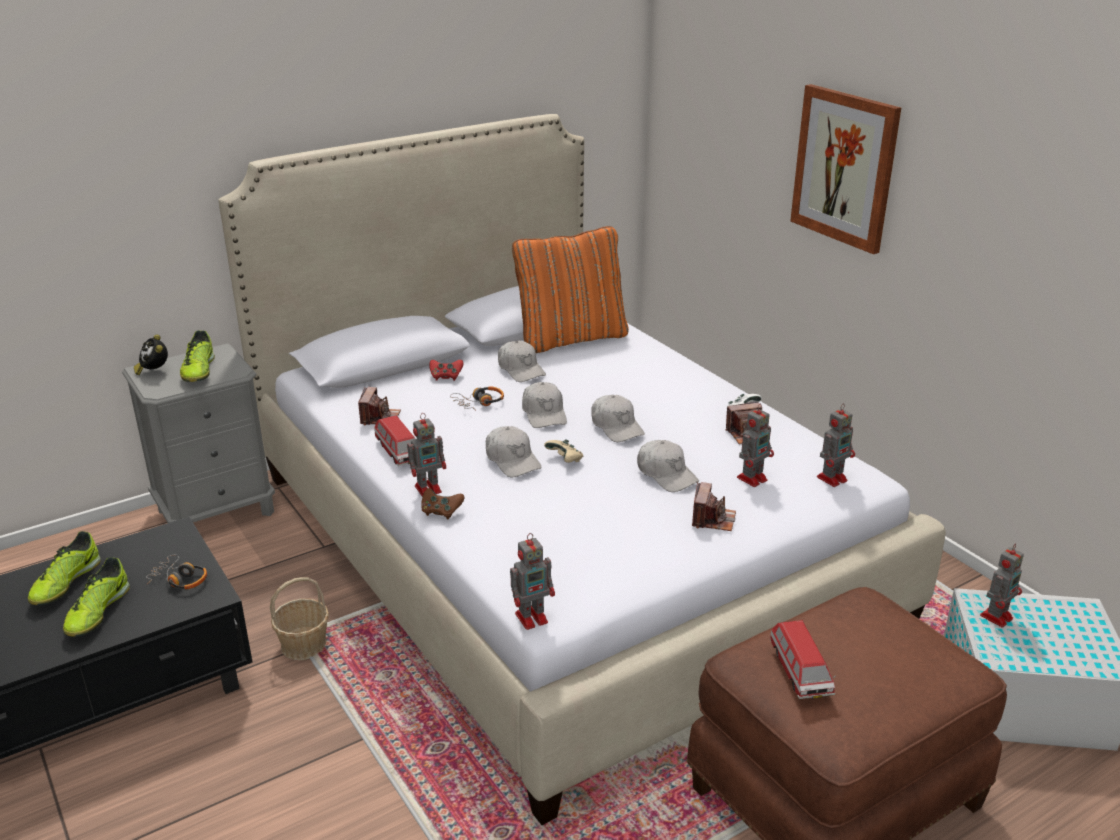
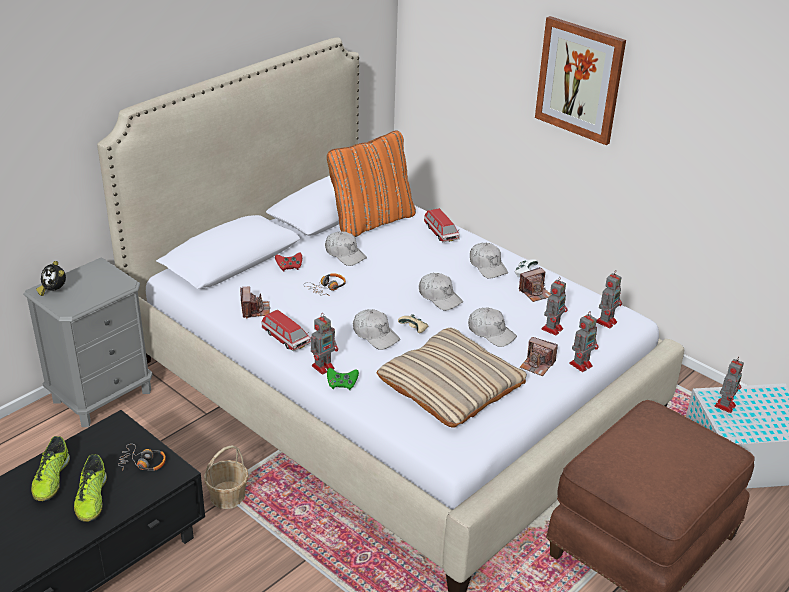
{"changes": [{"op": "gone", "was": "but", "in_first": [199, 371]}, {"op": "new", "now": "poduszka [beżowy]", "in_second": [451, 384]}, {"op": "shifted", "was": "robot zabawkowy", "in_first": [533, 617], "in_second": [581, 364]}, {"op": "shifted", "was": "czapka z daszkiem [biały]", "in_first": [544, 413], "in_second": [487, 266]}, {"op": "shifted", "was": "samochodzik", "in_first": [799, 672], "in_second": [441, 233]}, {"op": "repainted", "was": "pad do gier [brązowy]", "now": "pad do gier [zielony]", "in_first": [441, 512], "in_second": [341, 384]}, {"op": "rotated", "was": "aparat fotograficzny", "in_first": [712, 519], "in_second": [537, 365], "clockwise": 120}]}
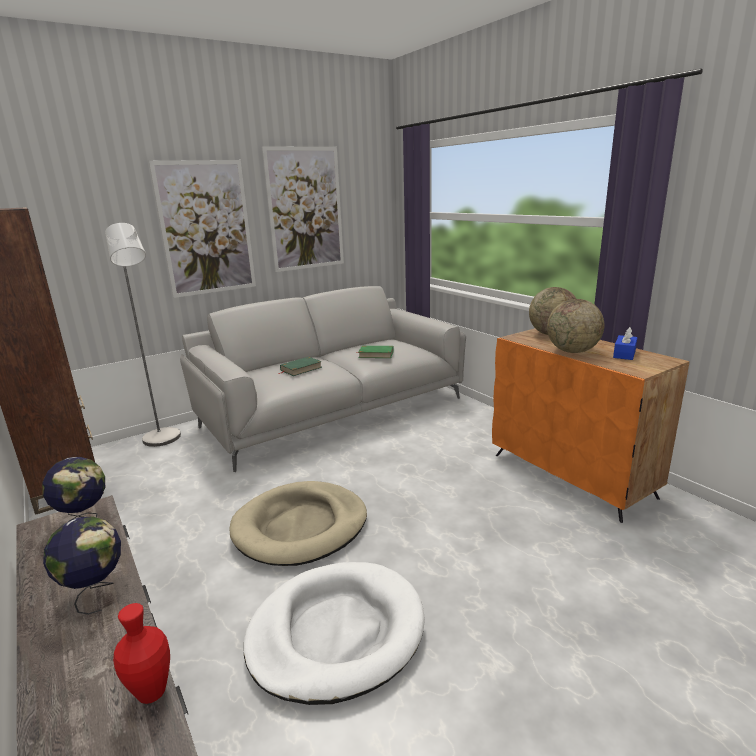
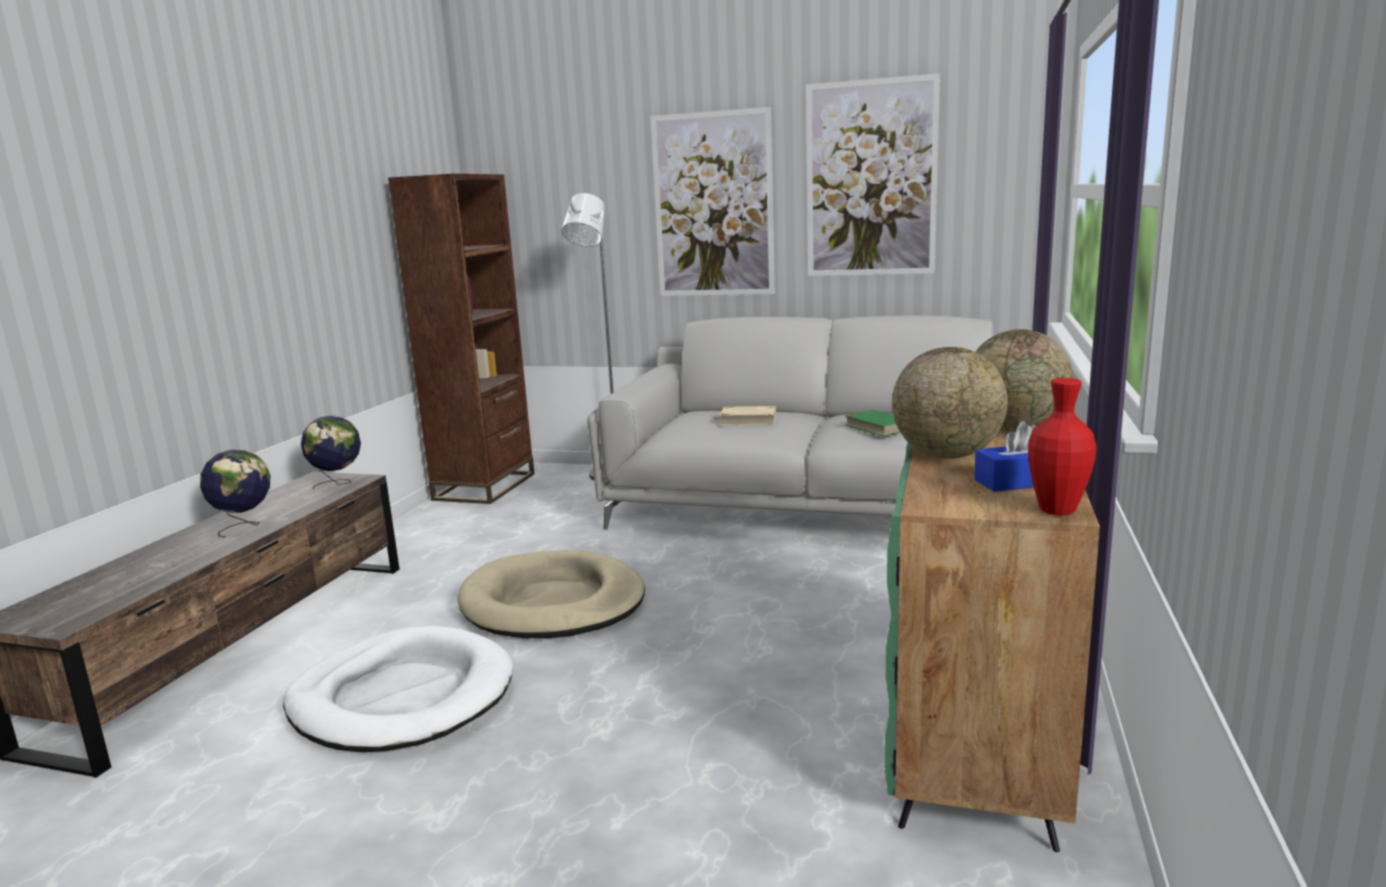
{"changes": [{"op": "shifted", "was": "wazon [czerwony]", "in_first": [152, 692], "in_second": [1057, 510]}, {"op": "repainted", "was": "książka [zielony]", "now": "książka [beżowy]", "in_first": [301, 369], "in_second": [748, 420]}, {"op": "repainted", "was": "szafka [pomarańczowy]", "now": "szafka [zielony]", "in_first": [572, 475], "in_second": [975, 732]}]}
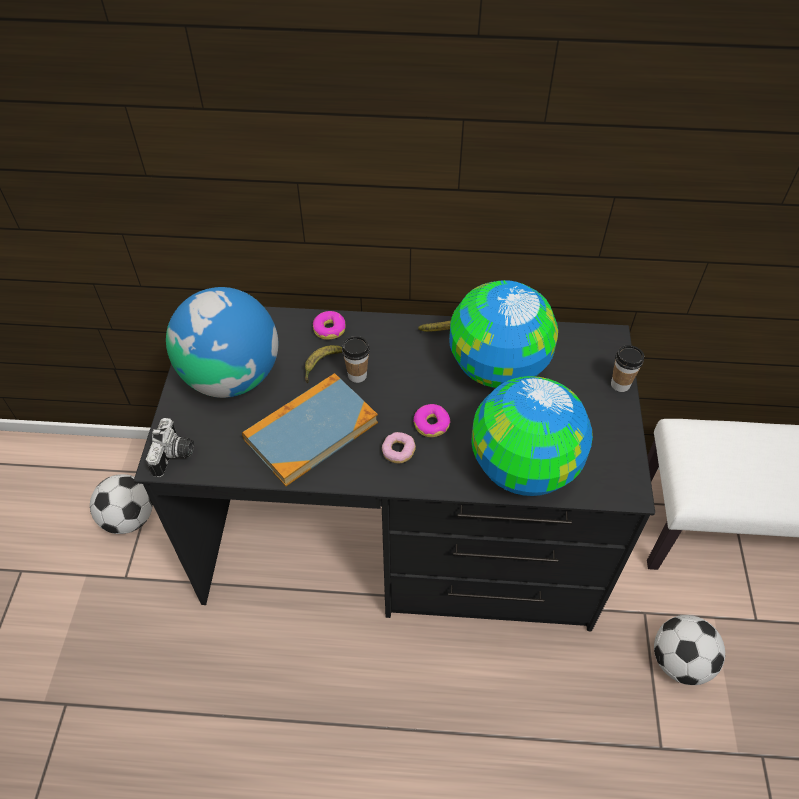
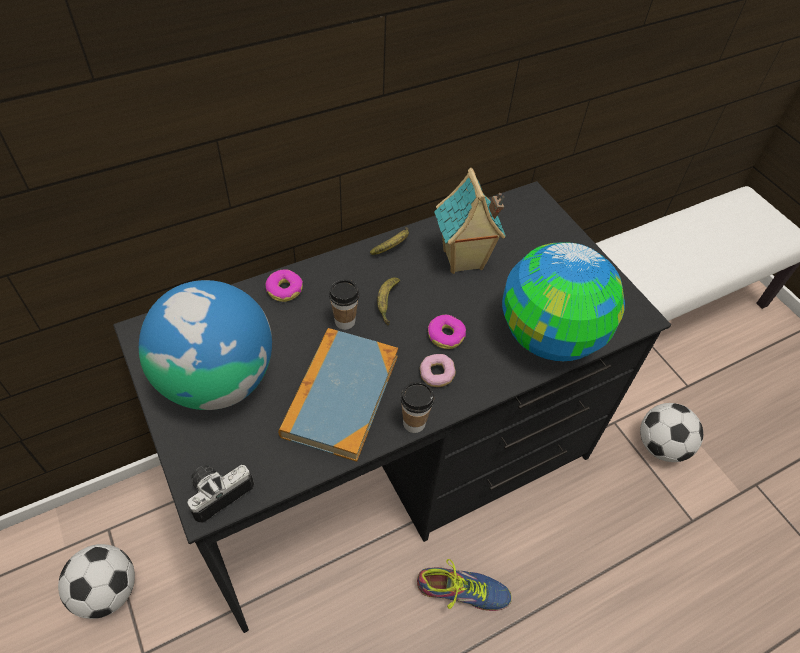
{"changes": [{"op": "new", "now": "but", "in_second": [462, 591]}, {"op": "shifted", "was": "banan", "in_first": [321, 365], "in_second": [387, 303]}, {"op": "shifted", "was": "filiżanka", "in_first": [620, 384], "in_second": [414, 423]}, {"op": "swapped", "was": "globus", "now": "domek", "in_first": [496, 368], "in_second": [463, 261]}, {"op": "rotated", "was": "aparat fotograficzny", "in_first": [175, 456], "in_second": [217, 491], "clockwise": -105}]}
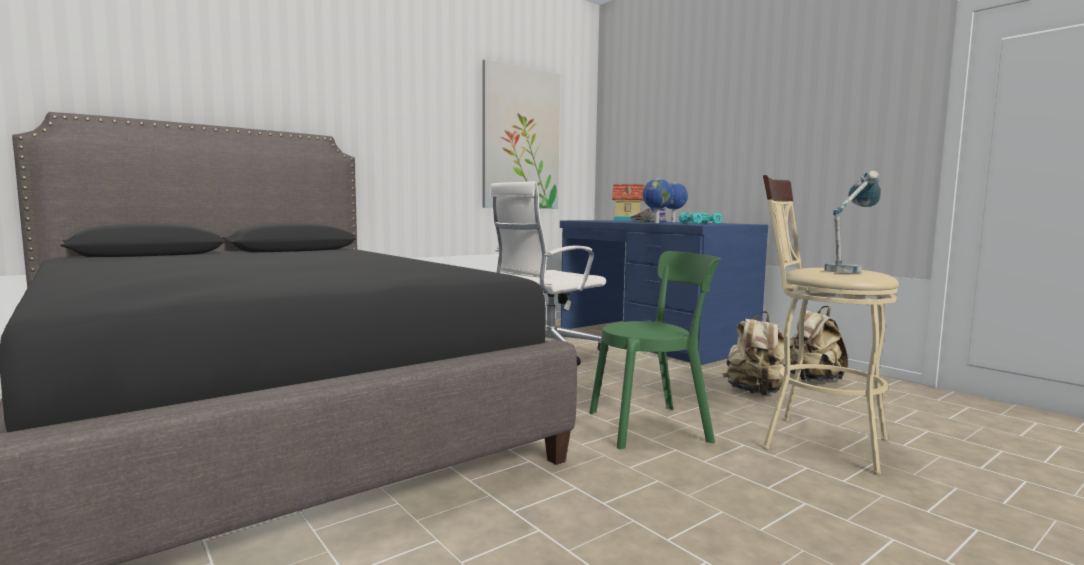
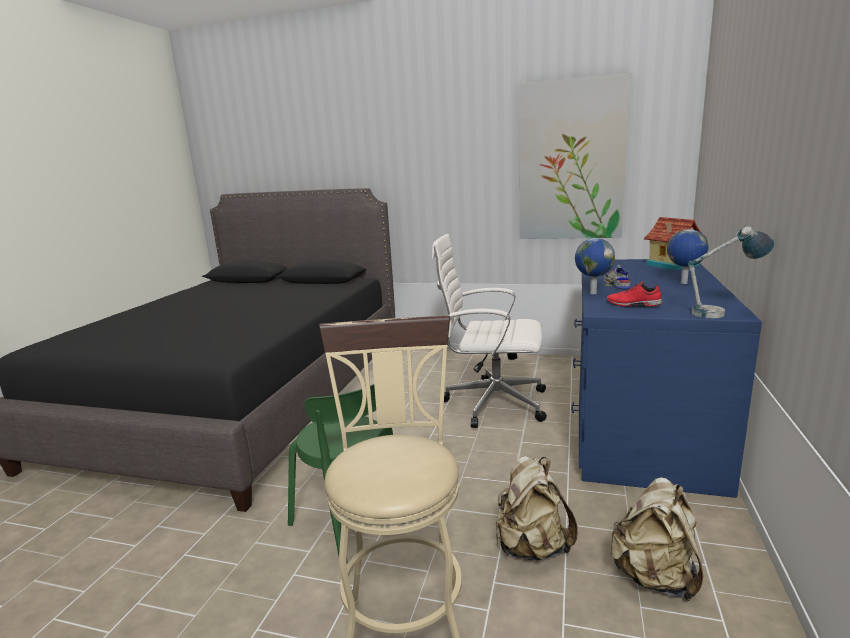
{"changes": [{"op": "shifted", "was": "lampa stołowa", "in_first": [849, 270], "in_second": [722, 314]}, {"op": "swapped", "was": "samochodzik [turkusowy]", "now": "but [czerwony]", "in_first": [699, 223], "in_second": [633, 305]}]}
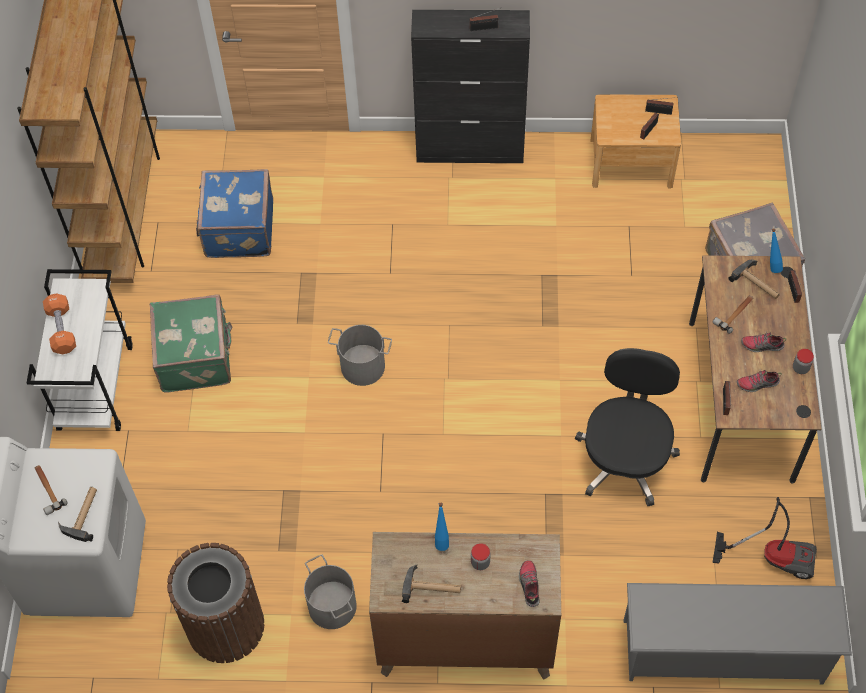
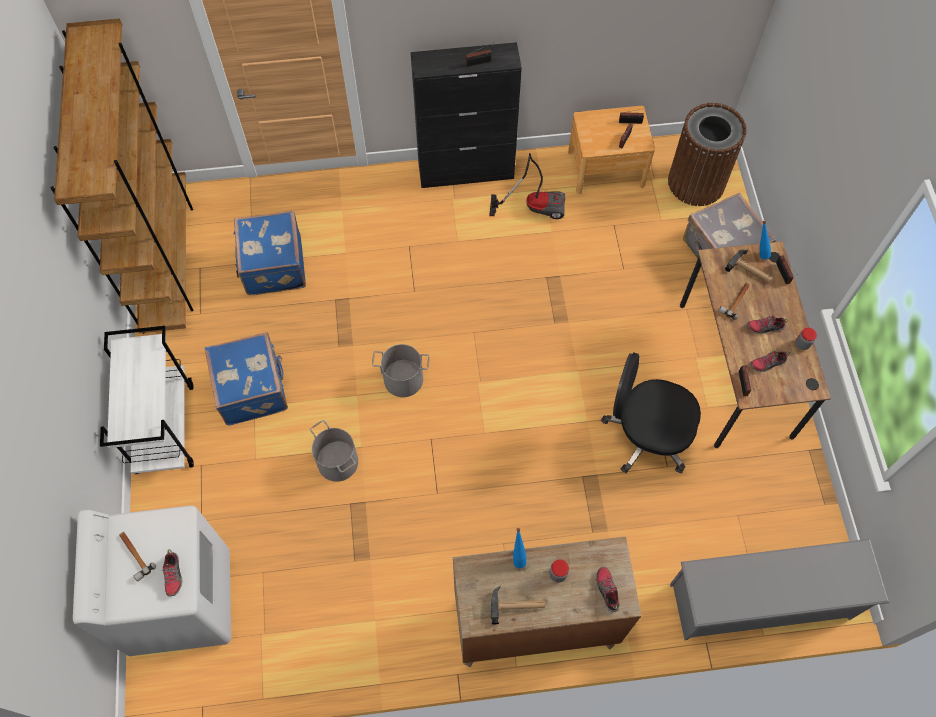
{"changes": [{"op": "gone", "was": "hantel [pomarańczowy]", "in_first": [62, 329]}, {"op": "shifted", "was": "kosz na śmieci [brązowy]", "in_first": [226, 626], "in_second": [696, 182]}, {"op": "shifted", "was": "wiadro [szary]", "in_first": [331, 606], "in_second": [337, 462]}, {"op": "shifted", "was": "odkurzacz", "in_first": [773, 555], "in_second": [534, 206]}, {"op": "swapped", "was": "młotek", "now": "but", "in_first": [83, 514], "in_second": [173, 575]}, {"op": "repainted", "was": "walizka [zielony]", "now": "walizka [niebieski]", "in_first": [196, 357], "in_second": [253, 388]}, {"op": "rotated", "was": "krzesło biurowe [czarny]", "in_first": [625, 458], "in_second": [646, 434], "clockwise": -75}]}
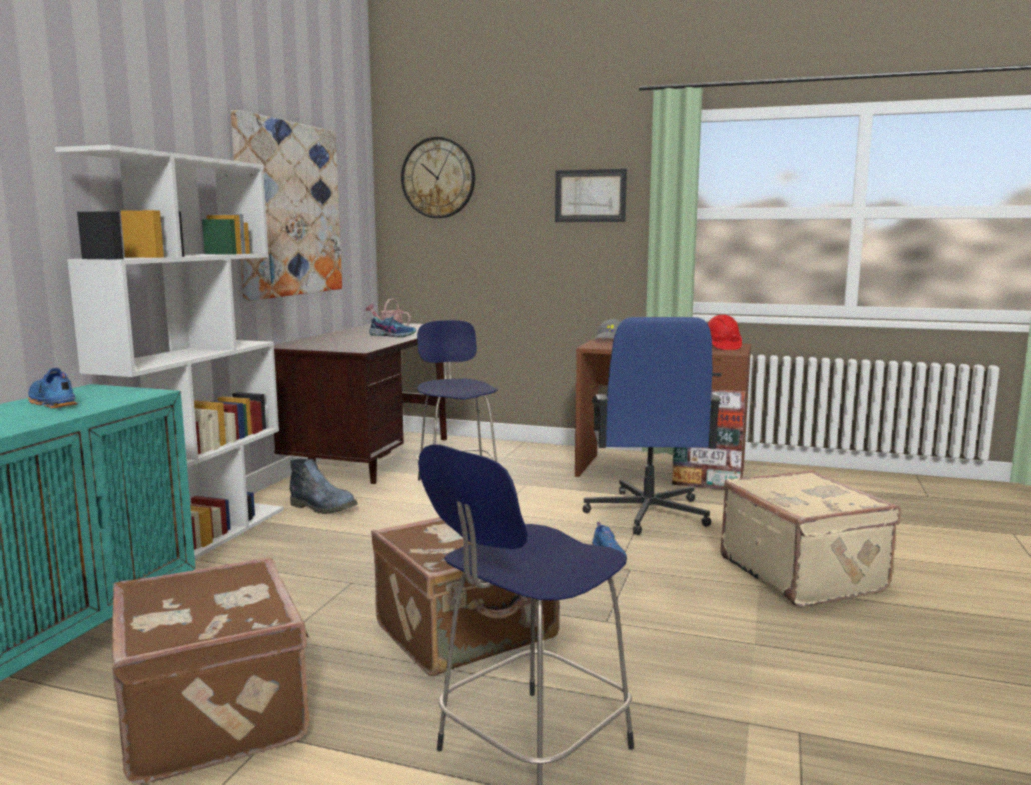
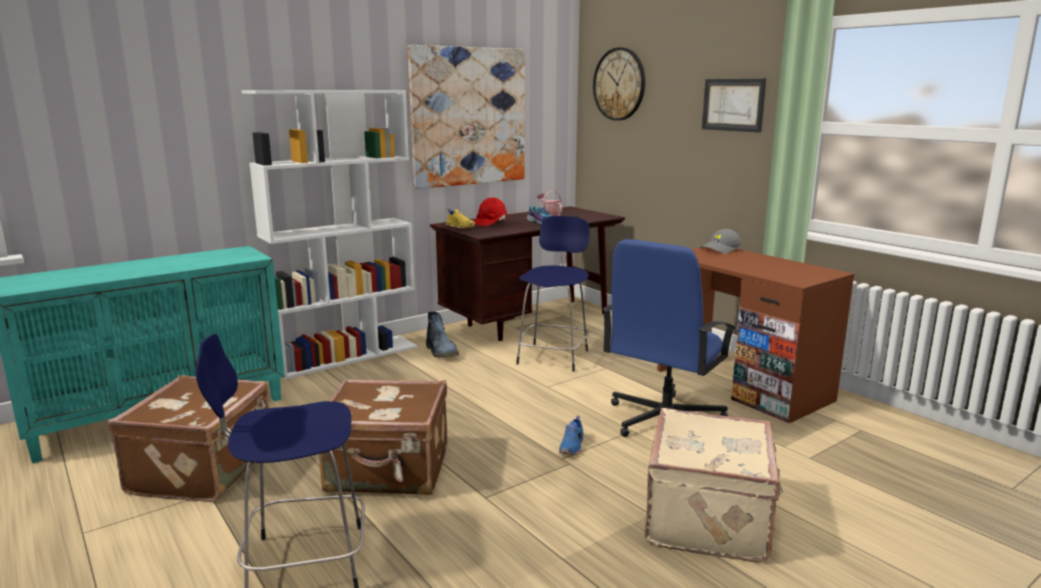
{"changes": [{"op": "gone", "was": "but [niebieski]", "in_first": [51, 403]}, {"op": "new", "now": "but [żółty]", "in_second": [461, 227]}, {"op": "shifted", "was": "kask [czerwony]", "in_first": [721, 346], "in_second": [491, 223]}]}
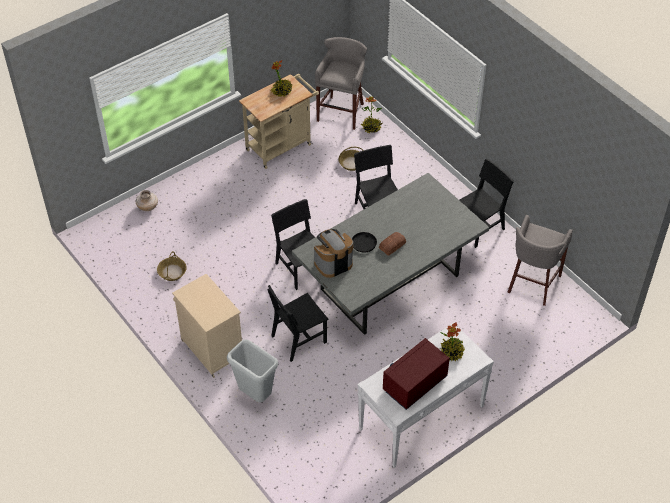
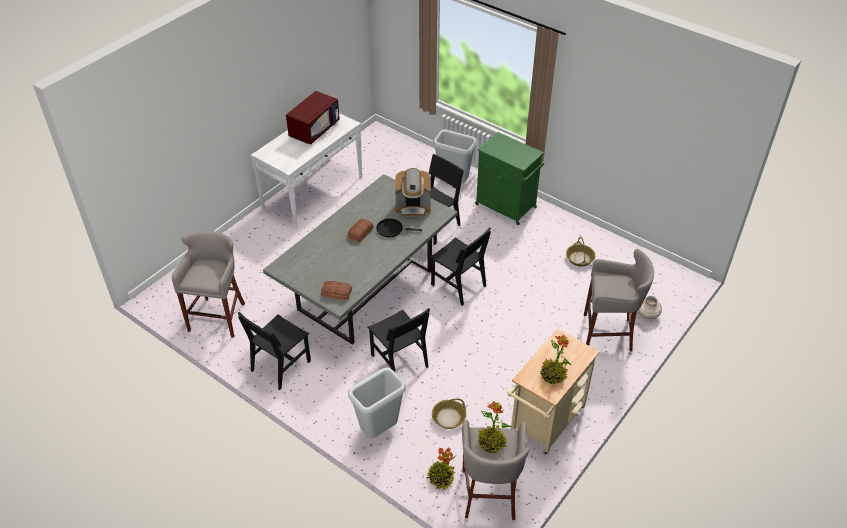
{"changes": [{"op": "new", "now": "chleb", "in_second": [337, 293]}, {"op": "new", "now": "kosz na śmieci [szary]", "in_second": [379, 430]}, {"op": "new", "now": "stołek [szary]", "in_second": [609, 333]}, {"op": "shifted", "was": "roślina doniczkowa", "in_first": [451, 352], "in_second": [491, 443]}, {"op": "repainted", "was": "szafka [beżowy]", "now": "szafka [zielony]", "in_first": [211, 349], "in_second": [507, 206]}, {"op": "rotated", "was": "ekspres do kawy", "in_first": [333, 263], "in_second": [413, 207], "clockwise": 45}]}
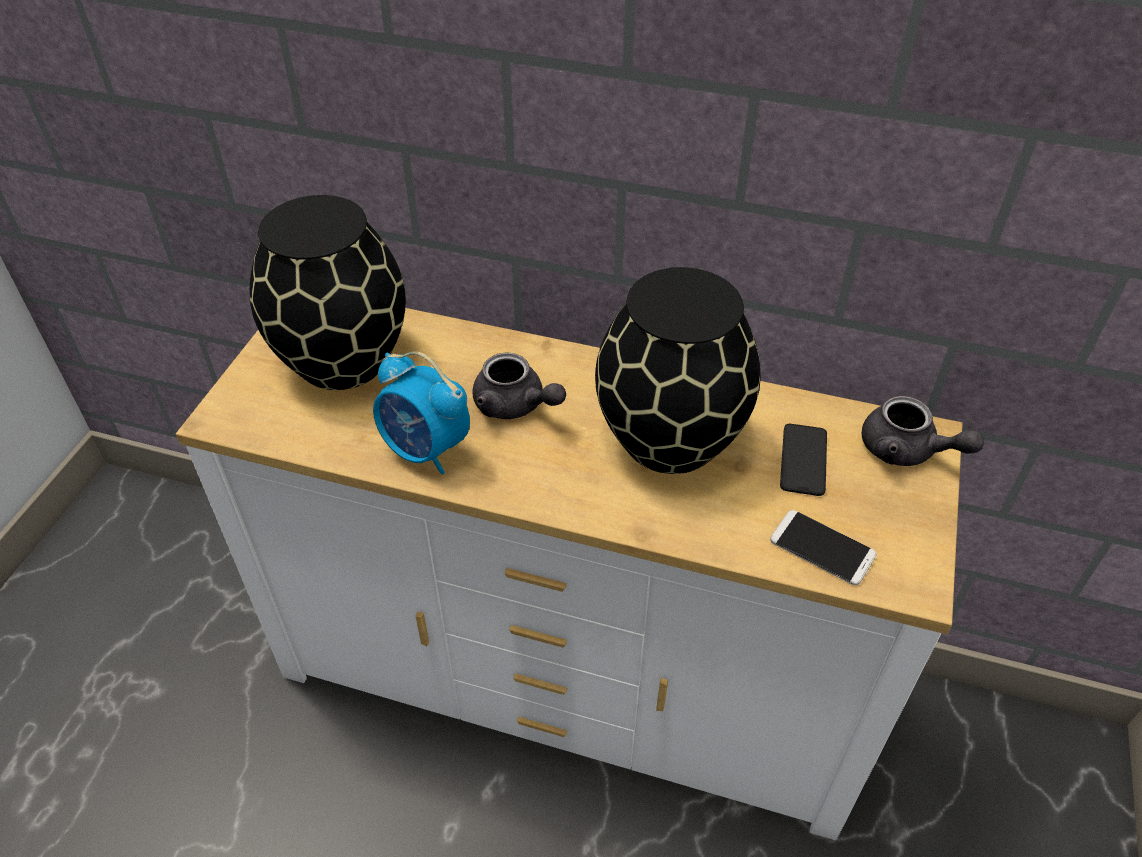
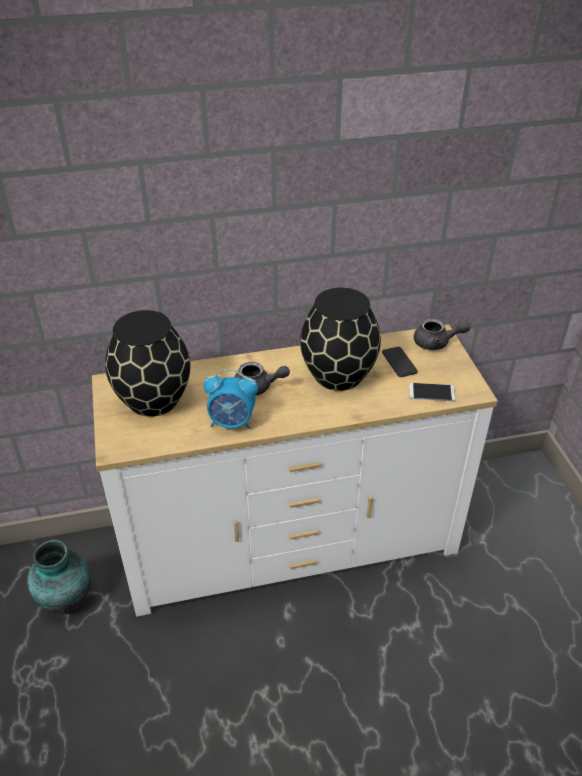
{"changes": [{"op": "new", "now": "wazon", "in_second": [66, 599]}]}
